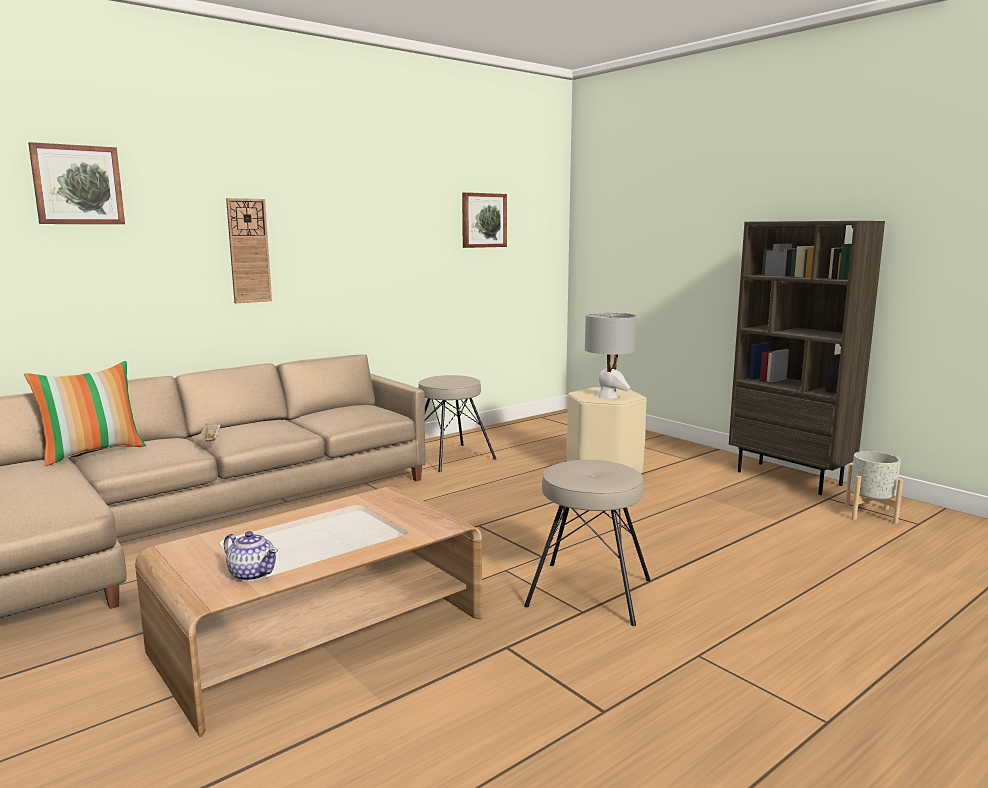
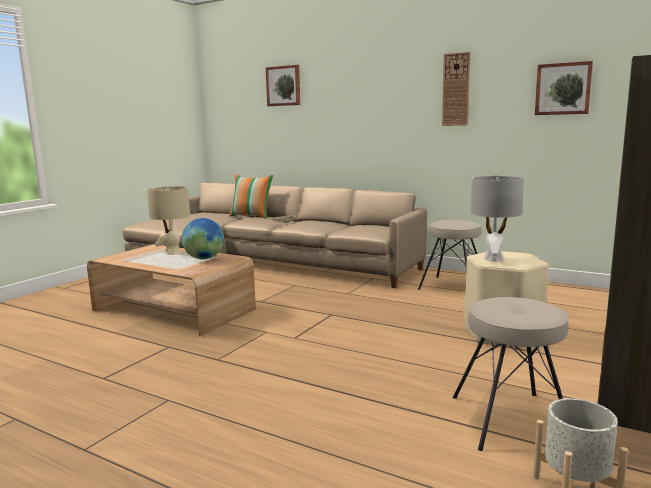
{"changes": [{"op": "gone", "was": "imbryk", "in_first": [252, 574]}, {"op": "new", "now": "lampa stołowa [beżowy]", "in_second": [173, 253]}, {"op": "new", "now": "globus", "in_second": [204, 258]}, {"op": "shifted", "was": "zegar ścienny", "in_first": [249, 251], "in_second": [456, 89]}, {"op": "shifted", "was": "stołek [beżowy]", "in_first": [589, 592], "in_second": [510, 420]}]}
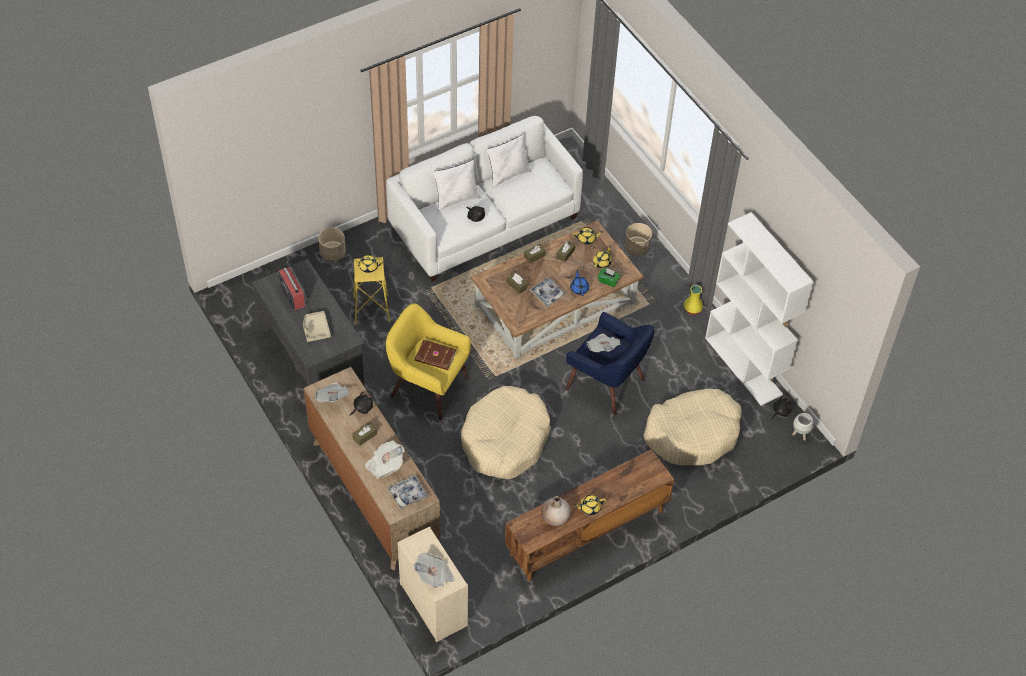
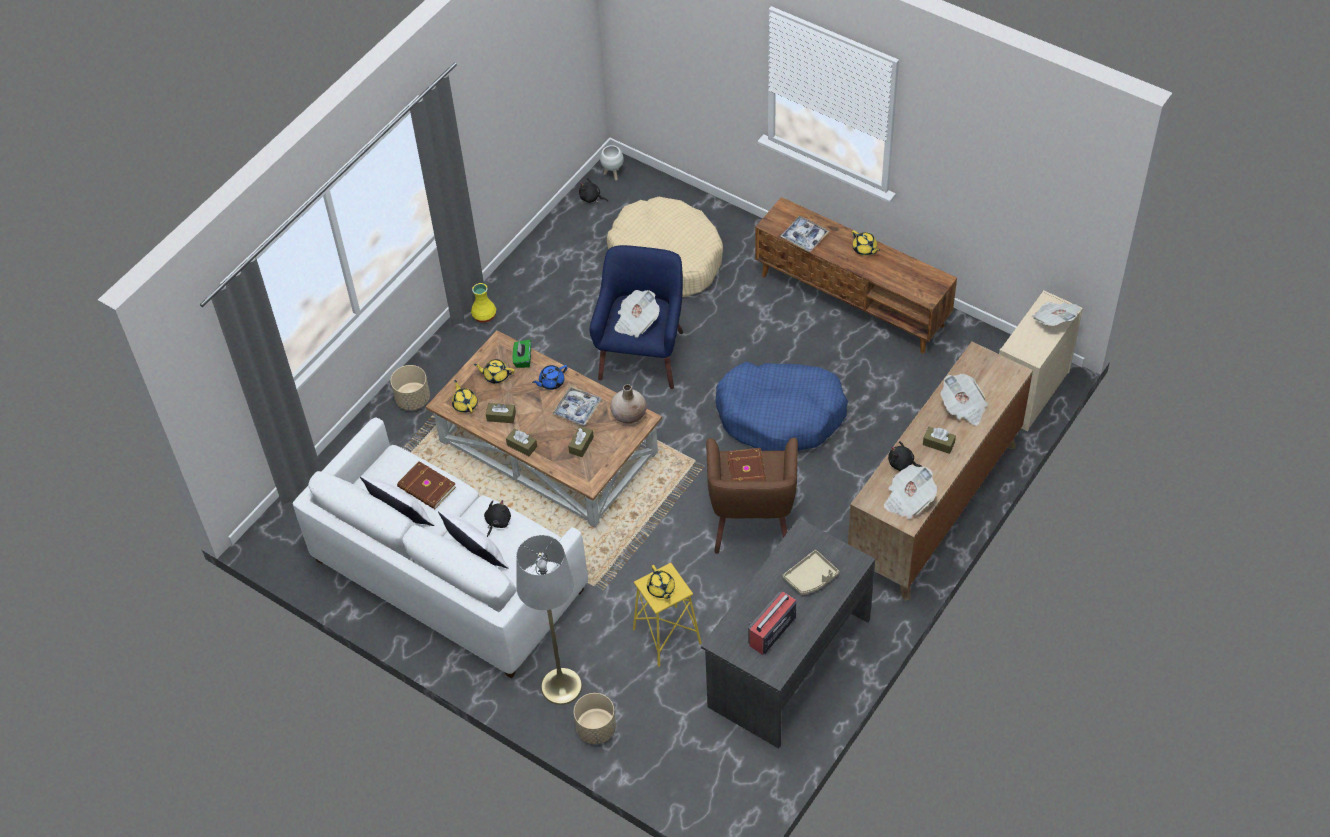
{"changes": [{"op": "gone", "was": "regał [biały]", "in_first": [744, 366]}, {"op": "new", "now": "książka [brązowy]", "in_second": [426, 488]}, {"op": "new", "now": "lampa stojąca [szary]", "in_second": [561, 686]}, {"op": "shifted", "was": "taca", "in_first": [407, 494], "in_second": [804, 237]}, {"op": "shifted", "was": "wazon [beżowy]", "in_first": [555, 517], "in_second": [629, 414]}, {"op": "repainted", "was": "fotel [żółty]", "now": "fotel [brązowy]", "in_first": [428, 387], "in_second": [752, 521]}, {"op": "repainted", "was": "legowisko [beżowy]", "now": "legowisko [niebieski]", "in_first": [505, 440], "in_second": [780, 415]}]}
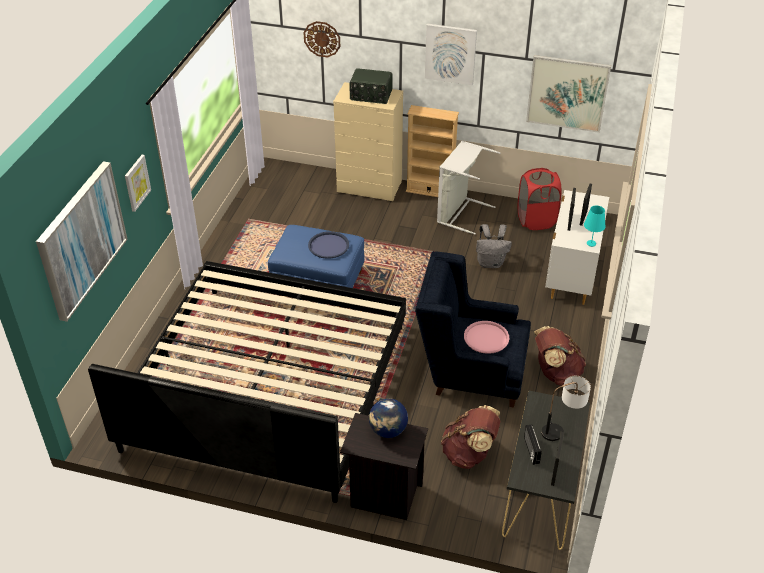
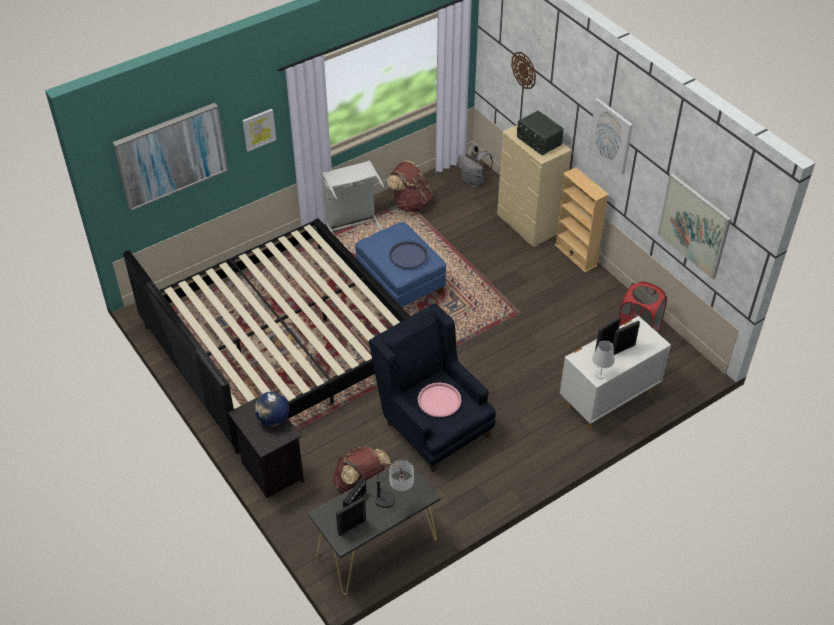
{"changes": [{"op": "shifted", "was": "kosz na pranie [szary]", "in_first": [460, 213], "in_second": [353, 226]}, {"op": "shifted", "was": "plecak [szary]", "in_first": [491, 263], "in_second": [473, 181]}, {"op": "shifted", "was": "plecak [brązowy]", "in_first": [555, 373], "in_second": [411, 203]}, {"op": "repainted", "was": "lampa stołowa [turkusowy]", "now": "lampa stołowa [biały]", "in_first": [591, 243], "in_second": [600, 375]}]}
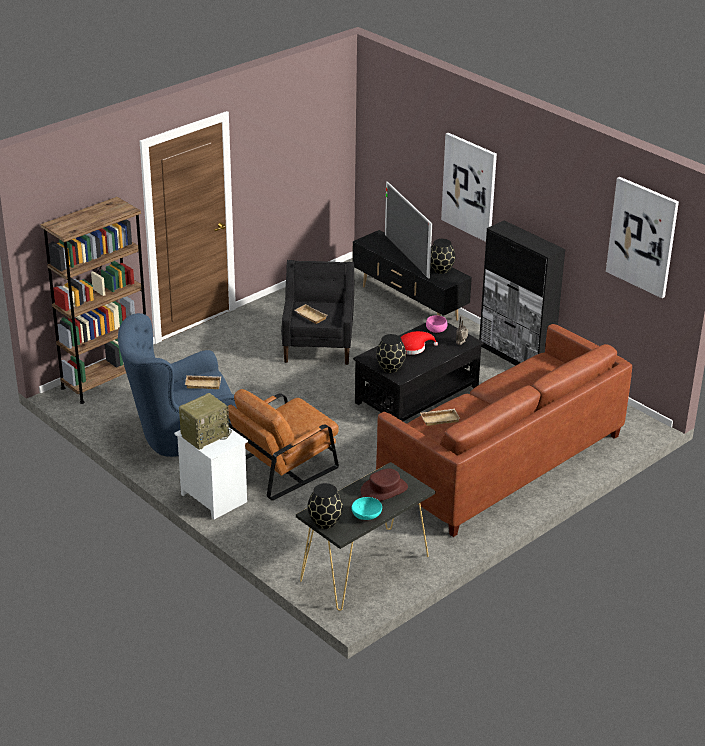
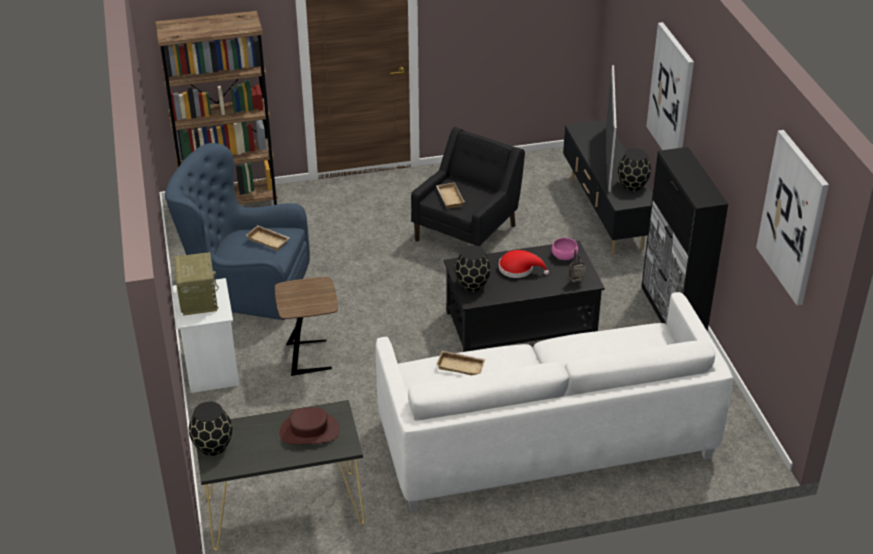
{"changes": [{"op": "gone", "was": "miska [turkusowy]", "in_first": [366, 516]}, {"op": "swapped", "was": "fotel [brązowy]", "now": "stolik [brązowy]", "in_first": [283, 465], "in_second": [310, 357]}, {"op": "repainted", "was": "kanapa [brązowy]", "now": "kanapa [biały]", "in_first": [502, 462], "in_second": [545, 439]}, {"op": "rotated", "was": "radio", "in_first": [205, 435], "in_second": [197, 299], "clockwise": -90}]}
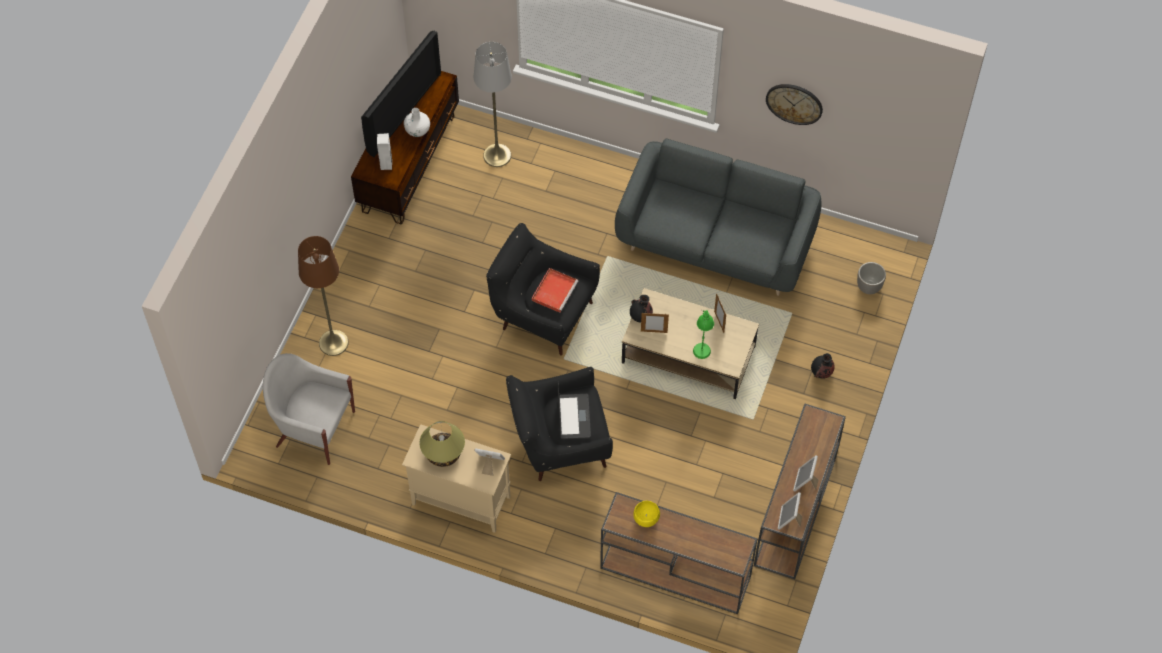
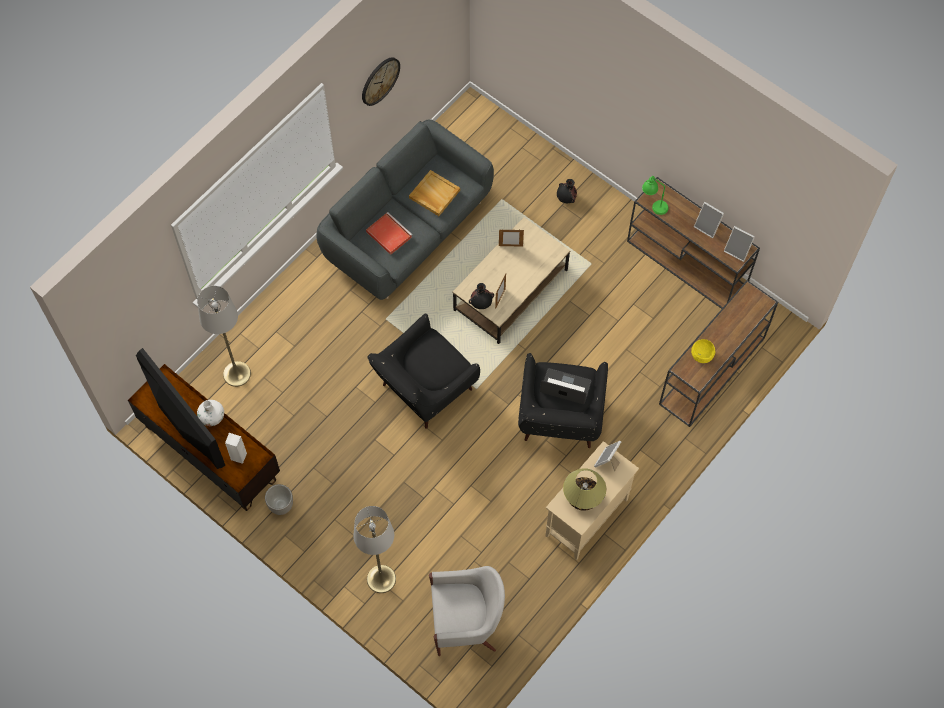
{"changes": [{"op": "new", "now": "taca [beżowy]", "in_second": [434, 194]}, {"op": "shifted", "was": "taca [czerwony]", "in_first": [554, 290], "in_second": [388, 234]}, {"op": "shifted", "was": "lampa stołowa [zielony]", "in_first": [702, 344], "in_second": [653, 205]}, {"op": "shifted", "was": "donica", "in_first": [869, 287], "in_second": [281, 505]}, {"op": "repainted", "was": "lampa stojąca [brązowy]", "now": "lampa stojąca [szary]", "in_first": [333, 343], "in_second": [381, 579]}, {"op": "rotated", "was": "fotel [biały]", "in_first": [314, 428], "in_second": [466, 623], "clockwise": -135}]}
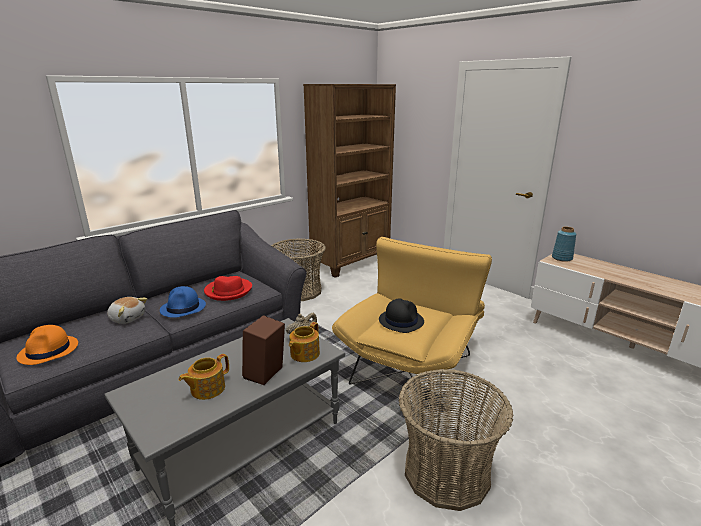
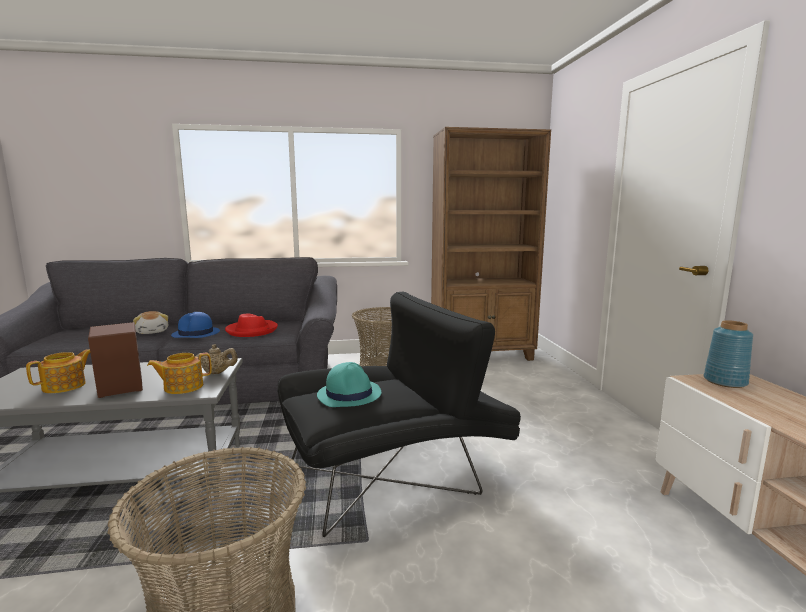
{"changes": [{"op": "gone", "was": "kapelusz [pomarańczowy]", "in_first": [49, 351]}, {"op": "repainted", "was": "fotel [żółty]", "now": "fotel [czarny]", "in_first": [413, 362], "in_second": [395, 473]}, {"op": "repainted", "was": "kapelusz [czarny]", "now": "kapelusz [turkusowy]", "in_first": [401, 321], "in_second": [349, 394]}, {"op": "rotated", "was": "imbryk", "in_first": [207, 389], "in_second": [65, 386], "clockwise": 135}]}
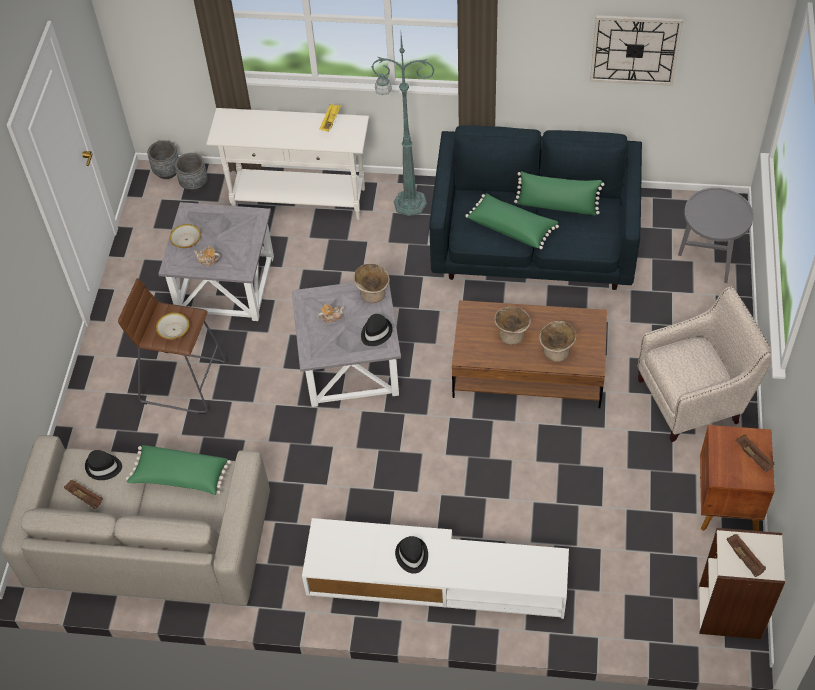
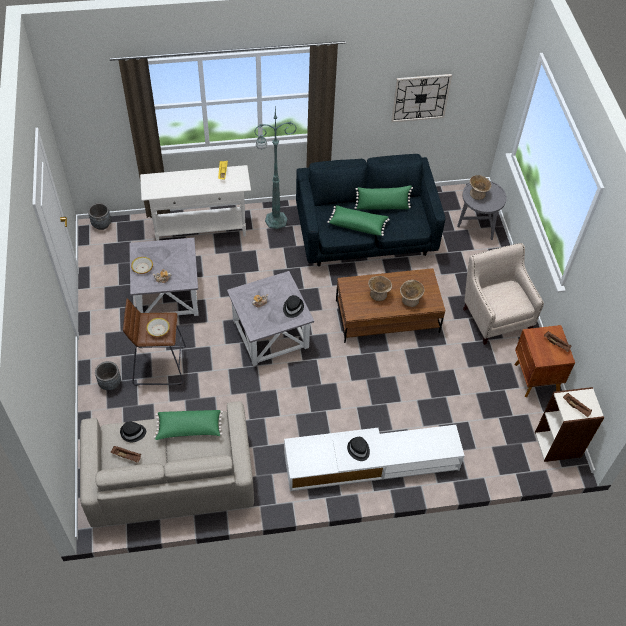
{"changes": [{"op": "shifted", "was": "donica [szary]", "in_first": [194, 184], "in_second": [110, 383]}, {"op": "shifted", "was": "miska [beżowy]", "in_first": [372, 293], "in_second": [477, 194]}, {"op": "rotated", "was": "fotel [beżowy]", "in_first": [695, 398], "in_second": [495, 315], "clockwise": -75}]}
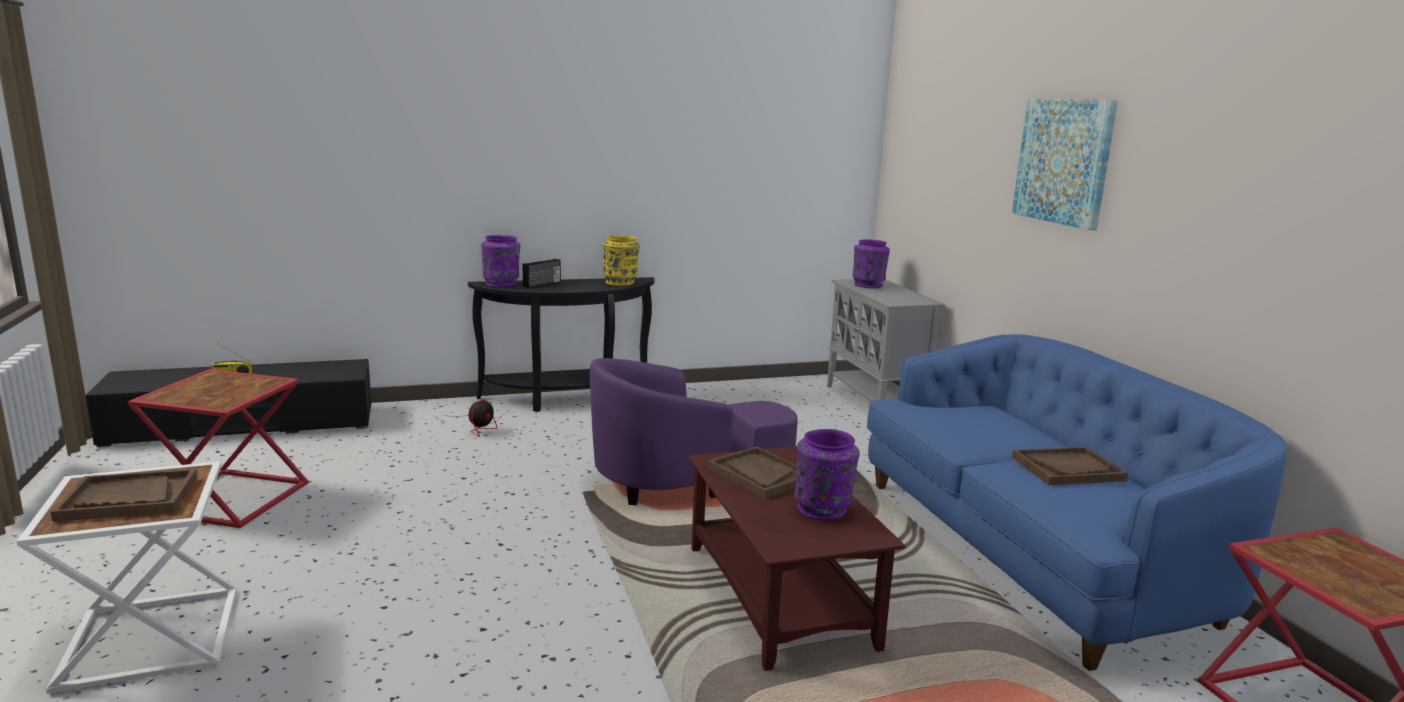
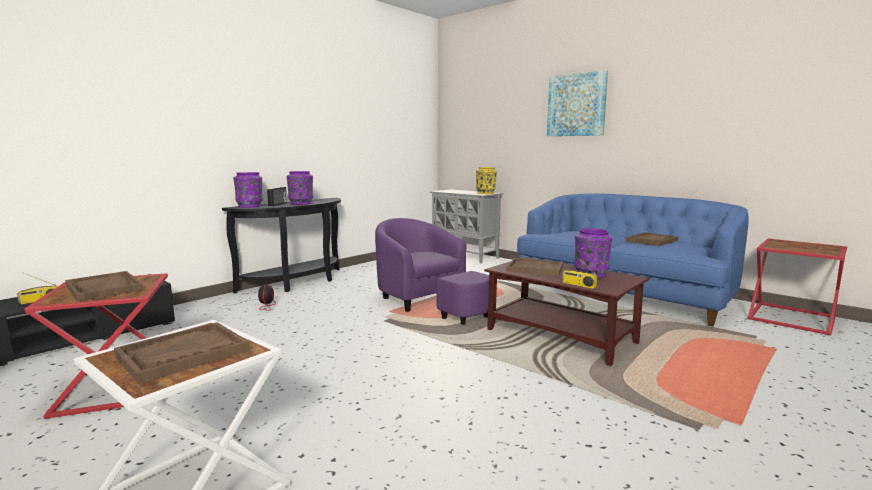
{"changes": [{"op": "new", "now": "taca [brązowy]", "in_second": [104, 288]}, {"op": "new", "now": "radio", "in_second": [578, 285]}, {"op": "shifted", "was": "wazon [żółty]", "in_first": [620, 282], "in_second": [485, 193]}, {"op": "shifted", "was": "wazon [fioletowy]", "in_first": [868, 285], "in_second": [301, 203]}, {"op": "rotated", "was": "fotel [fioletowy]", "in_first": [681, 479], "in_second": [427, 303], "clockwise": 105}]}
